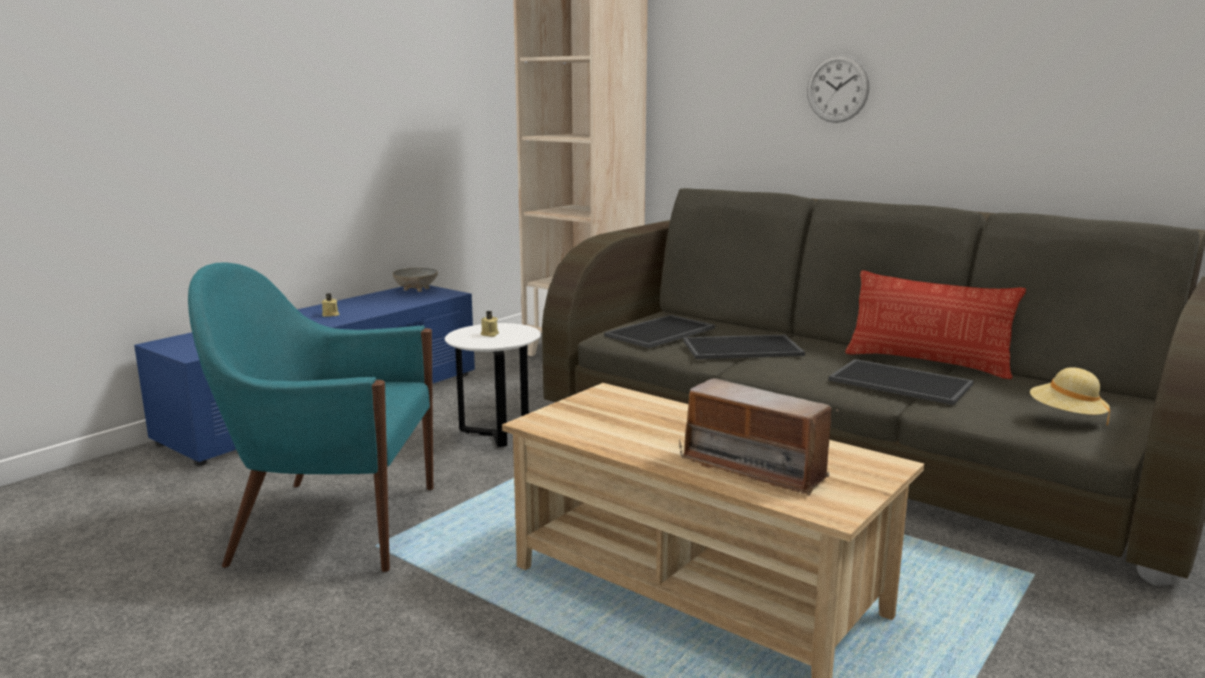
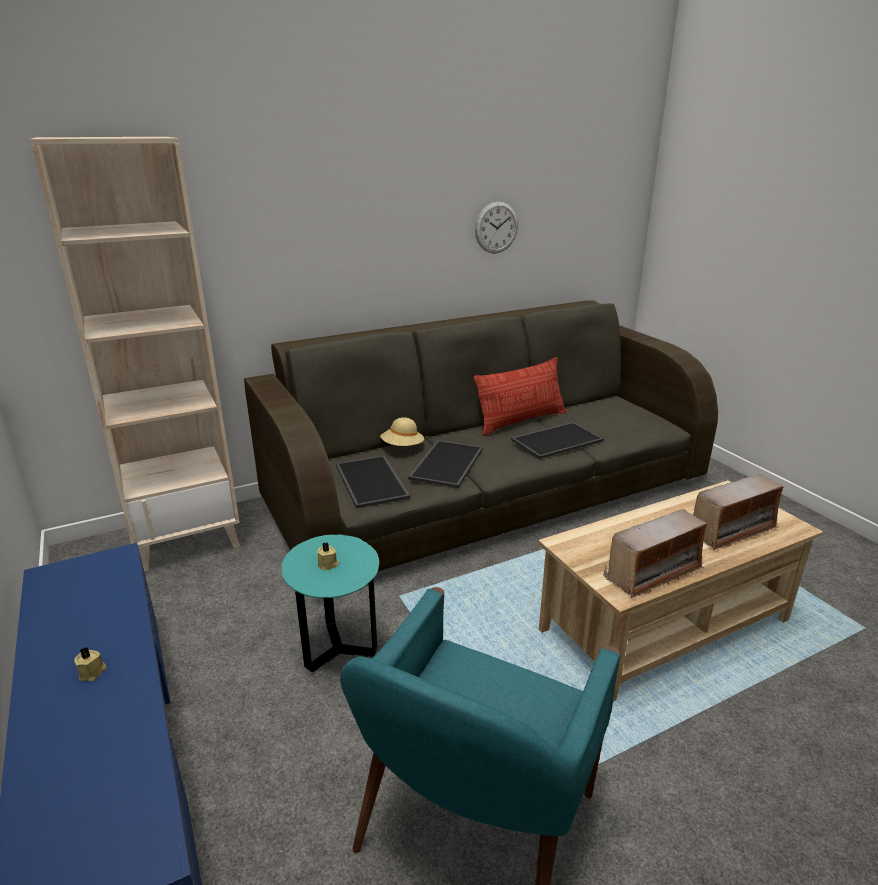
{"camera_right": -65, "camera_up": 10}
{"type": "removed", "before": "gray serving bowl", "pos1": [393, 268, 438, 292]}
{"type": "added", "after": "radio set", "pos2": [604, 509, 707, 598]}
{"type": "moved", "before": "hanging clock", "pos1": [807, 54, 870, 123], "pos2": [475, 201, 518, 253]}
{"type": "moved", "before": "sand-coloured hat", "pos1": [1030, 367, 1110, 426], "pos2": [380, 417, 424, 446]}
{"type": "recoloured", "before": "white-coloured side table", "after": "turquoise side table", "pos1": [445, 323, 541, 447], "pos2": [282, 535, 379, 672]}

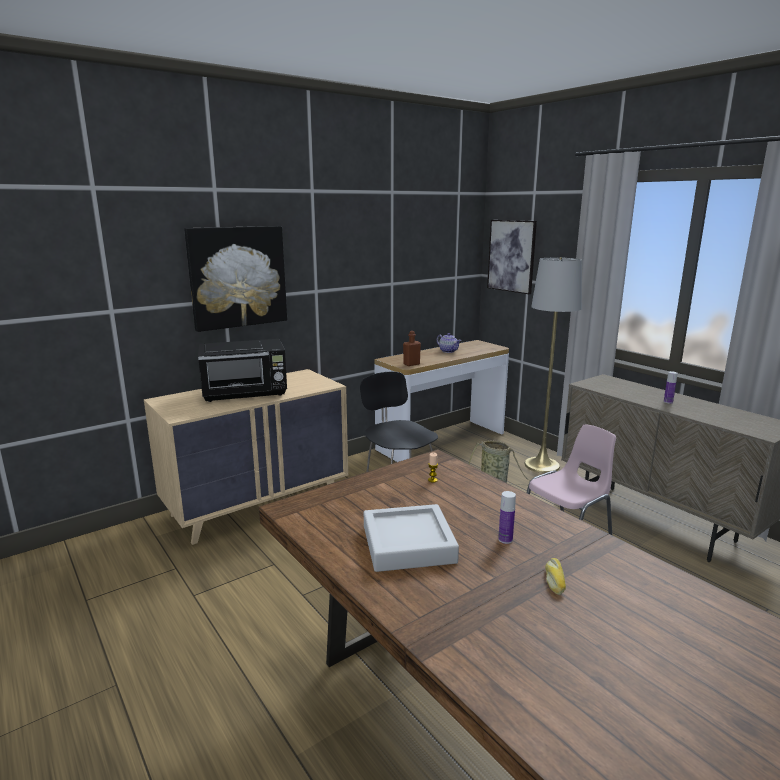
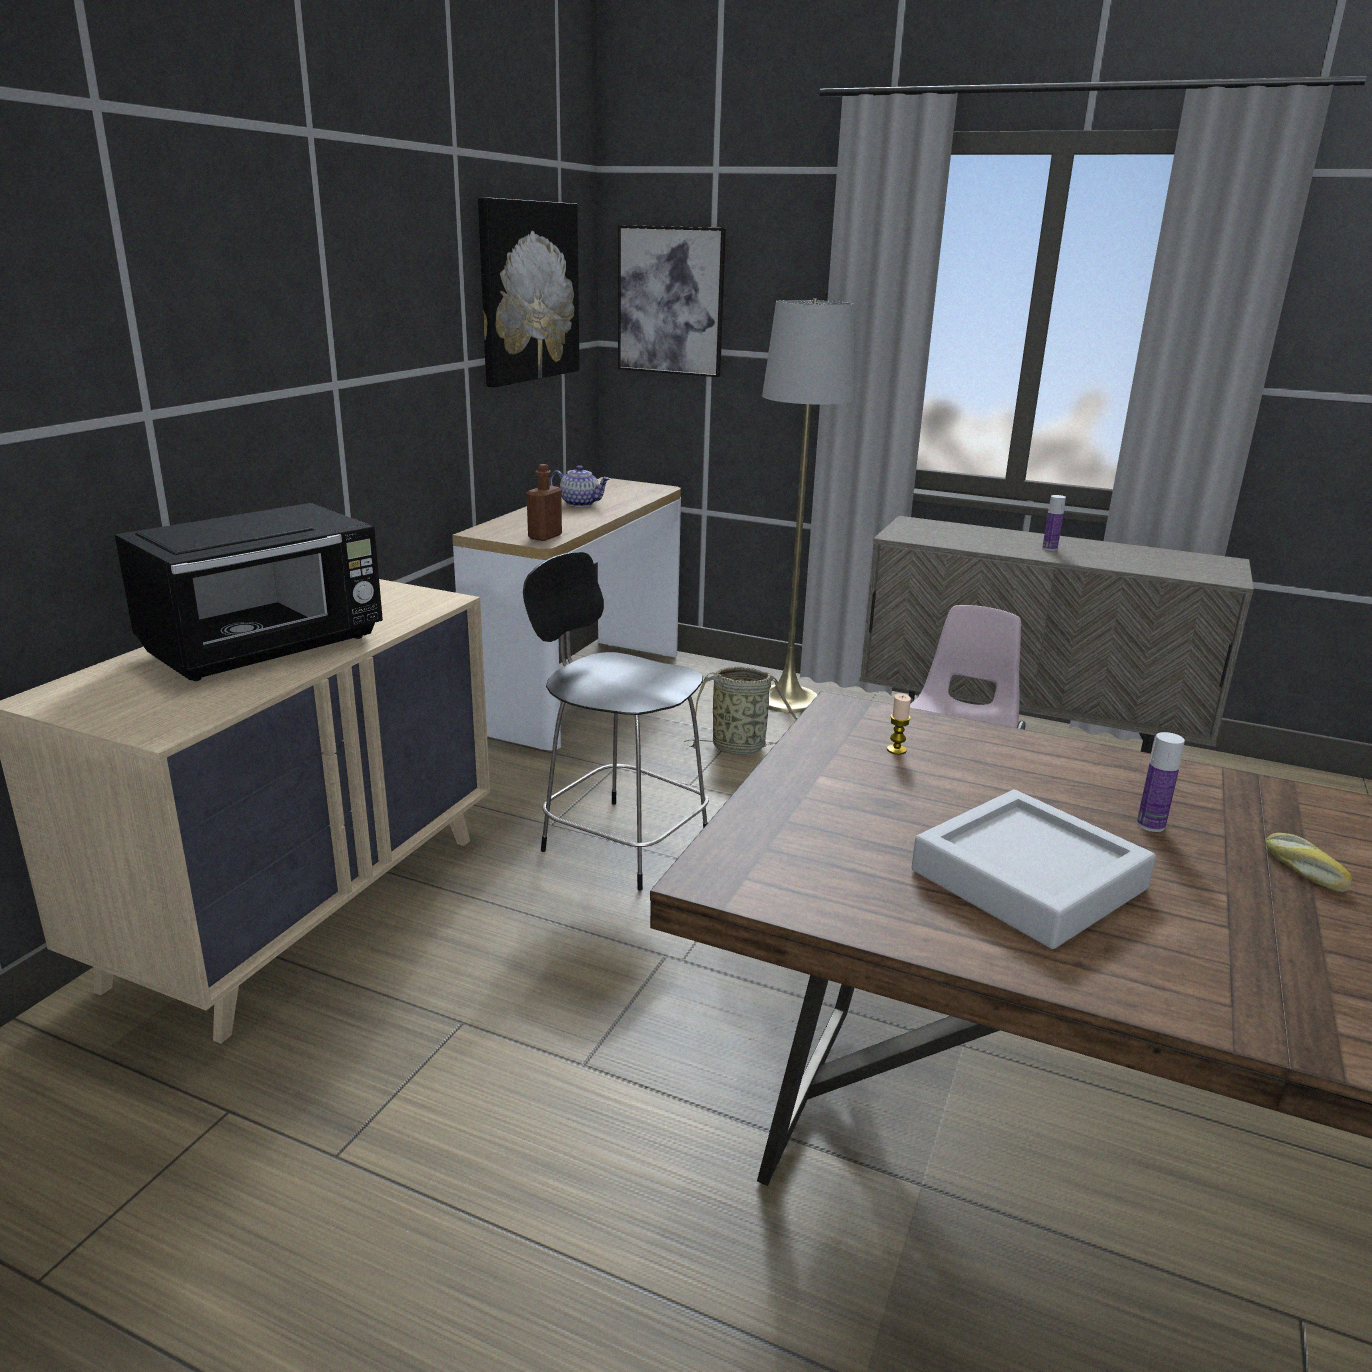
{"camera_right": -30, "camera_up": 5}
{"type": "moved", "before": "picture", "pos1": [184, 226, 287, 332], "pos2": [478, 197, 580, 388]}

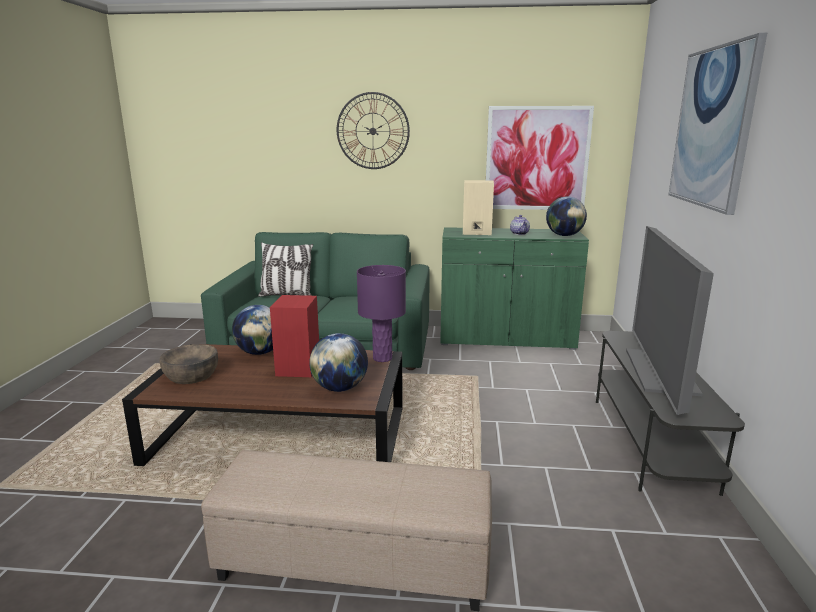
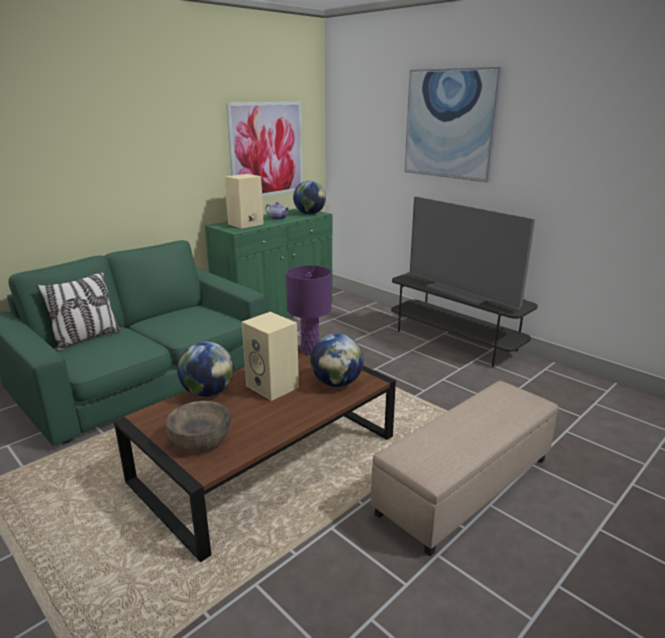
{"camera_right": -50, "camera_up": 5}
{"type": "removed", "before": "hanging clock", "pos1": [337, 92, 410, 169]}
{"type": "recoloured", "before": "red loudspeaker", "after": "sand-coloured loudspeaker", "pos1": [270, 295, 319, 377], "pos2": [242, 312, 299, 401]}

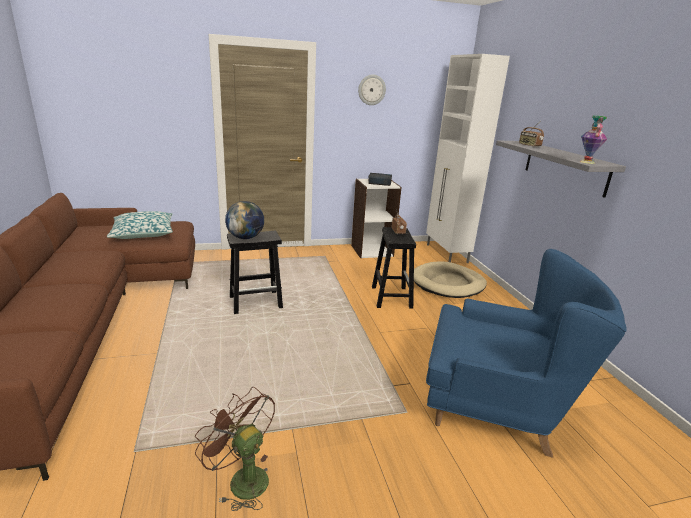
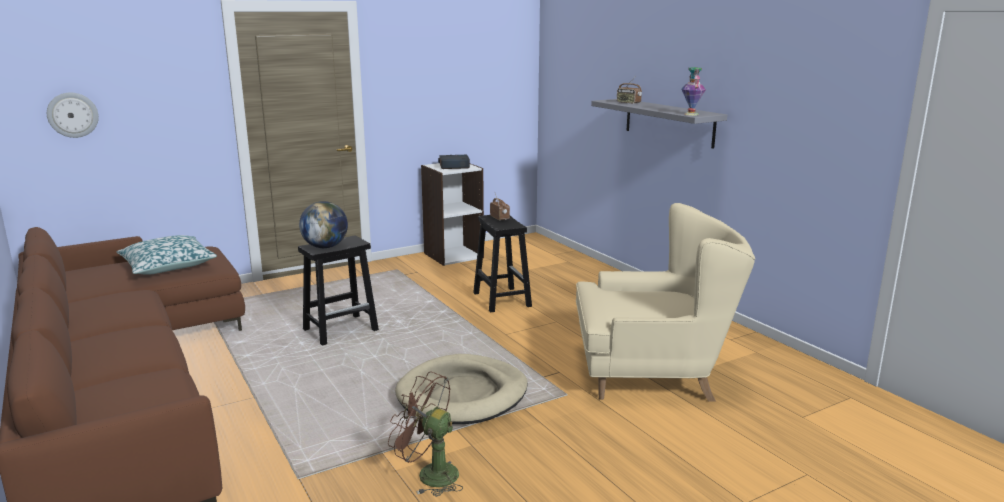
{"camera_right": -15, "camera_up": -5}
{"type": "removed", "before": "white-coloured cupboard", "pos1": [426, 54, 510, 263]}
{"type": "moved", "before": "hanging clock", "pos1": [358, 74, 386, 105], "pos2": [47, 93, 99, 138]}
{"type": "moved", "before": "sand-coloured dog bed", "pos1": [414, 261, 487, 298], "pos2": [395, 354, 528, 424]}
{"type": "recoloured", "before": "bluish lounge chair", "after": "sand-coloured lounge chair", "pos1": [426, 249, 627, 458], "pos2": [576, 203, 755, 402]}

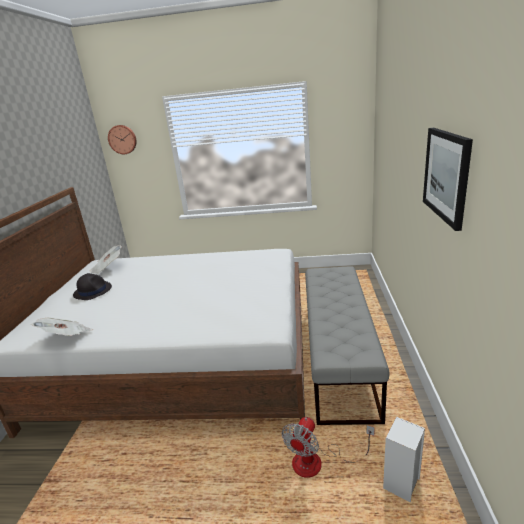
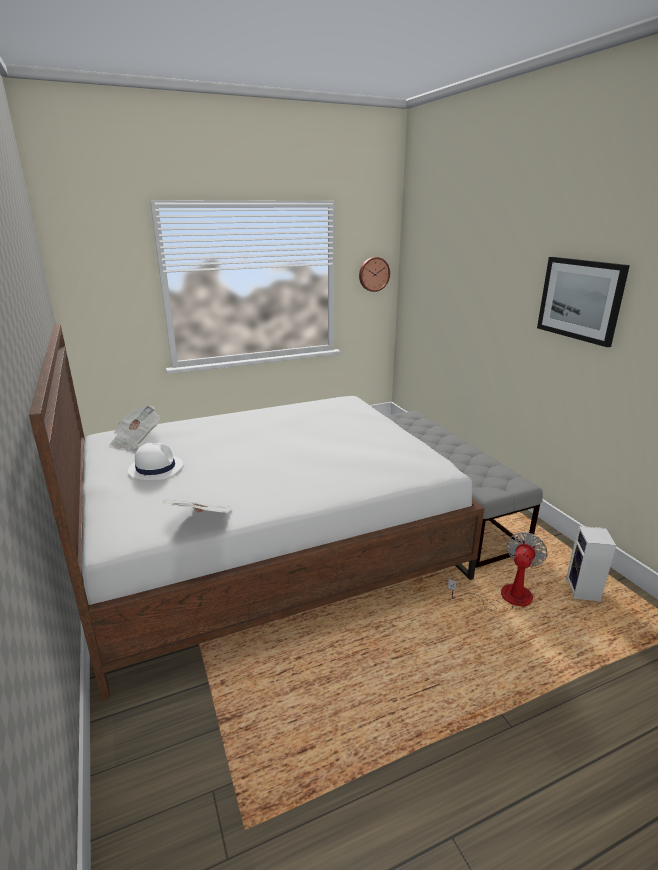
{"camera_right": -30, "camera_up": 0}
{"type": "moved", "before": "hanging clock", "pos1": [108, 125, 137, 154], "pos2": [359, 257, 390, 292]}
{"type": "recoloured", "before": "black hat", "after": "white-coloured hat", "pos1": [73, 273, 112, 300], "pos2": [128, 443, 183, 480]}
{"type": "turned", "before": "fan", "pos1": [282, 417, 375, 478], "pos2": [447, 532, 548, 610], "turn": -150}

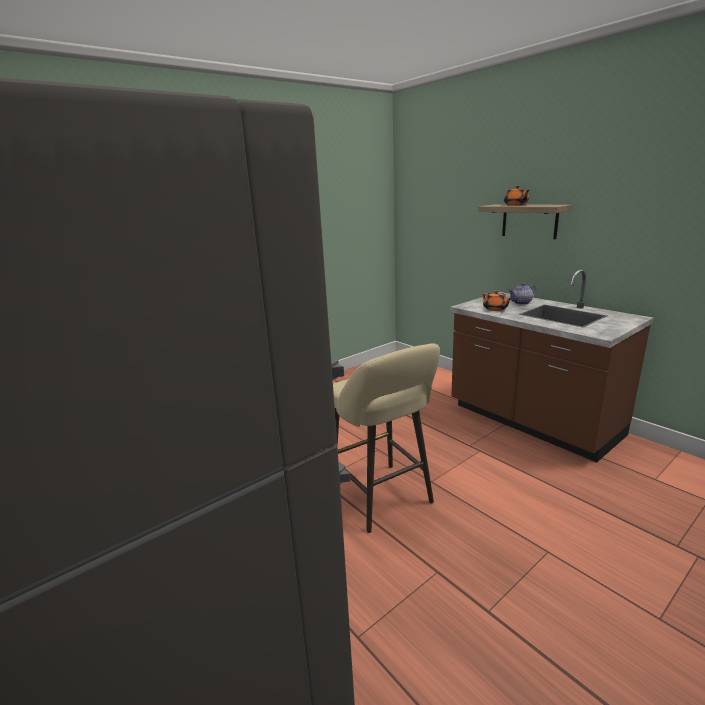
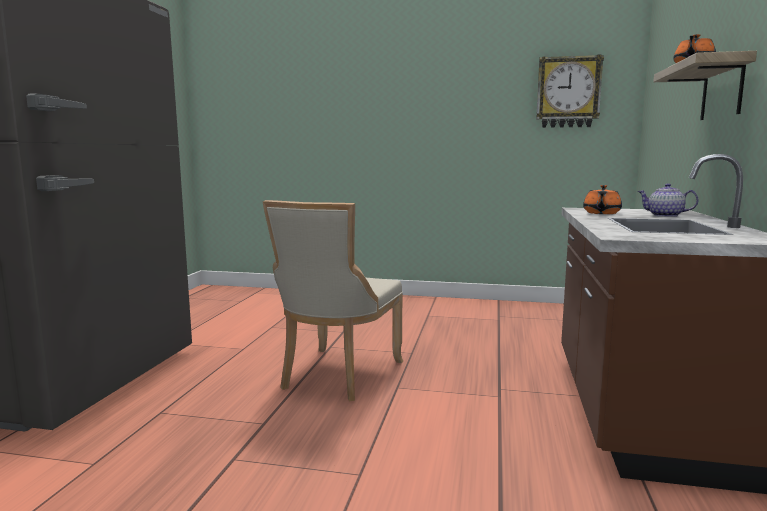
{"camera_right": 50, "camera_up": -10}
{"type": "added", "after": "hanging clock", "pos2": [536, 54, 604, 128]}
{"type": "replaced", "before": "sand-coloured sitting stool", "after": "sand-coloured plain chair", "pos1": [333, 343, 440, 533], "pos2": [263, 200, 403, 401]}

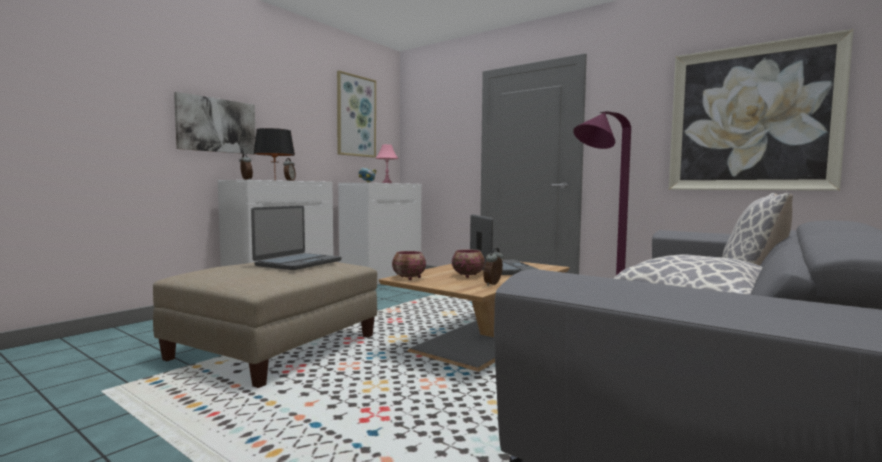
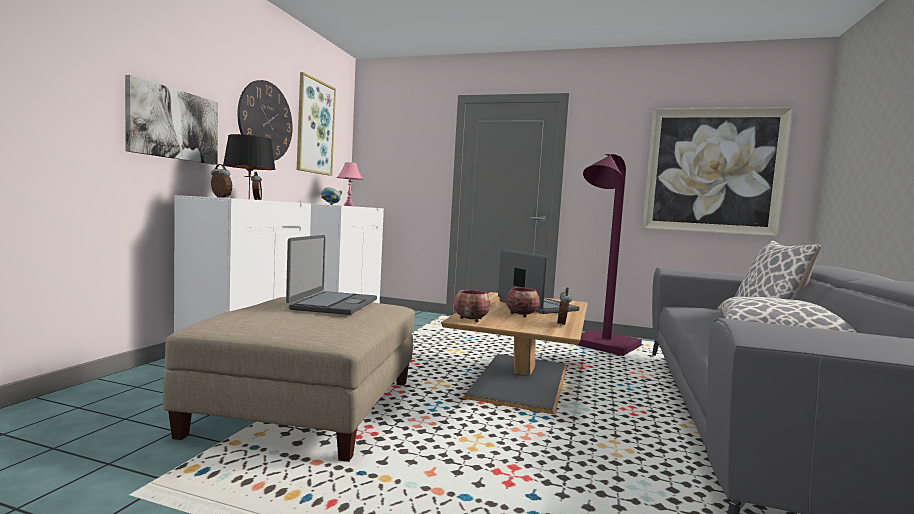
{"camera_right": -20, "camera_up": 0}
{"type": "added", "after": "hanging clock", "pos2": [237, 80, 292, 161]}

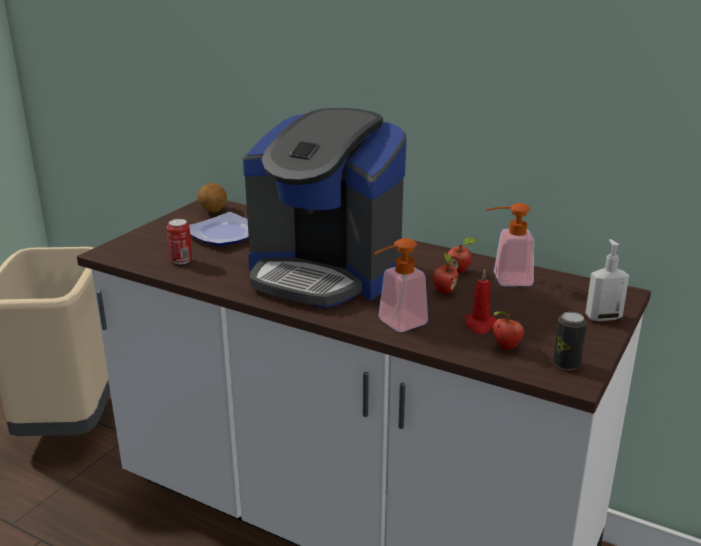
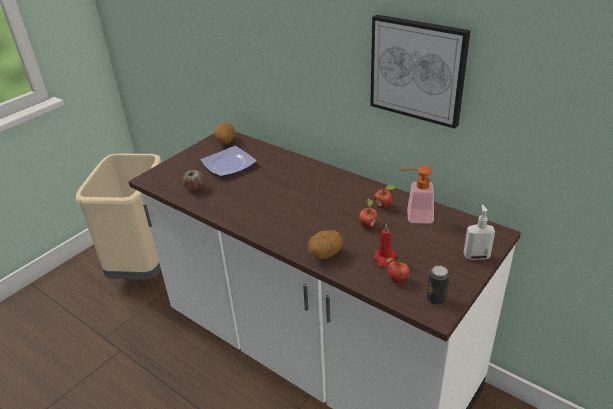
{"camera_right": 10, "camera_up": 10}
{"type": "removed", "before": "coffee machine", "pos1": [243, 108, 406, 308]}
{"type": "added", "after": "picture", "pos2": [370, 15, 470, 129]}
{"type": "replaced", "before": "can", "after": "apple", "pos1": [167, 219, 192, 264], "pos2": [182, 170, 204, 191]}
{"type": "replaced", "before": "liquid soap bottle", "after": "whole potato", "pos1": [374, 238, 428, 332], "pos2": [308, 230, 343, 259]}

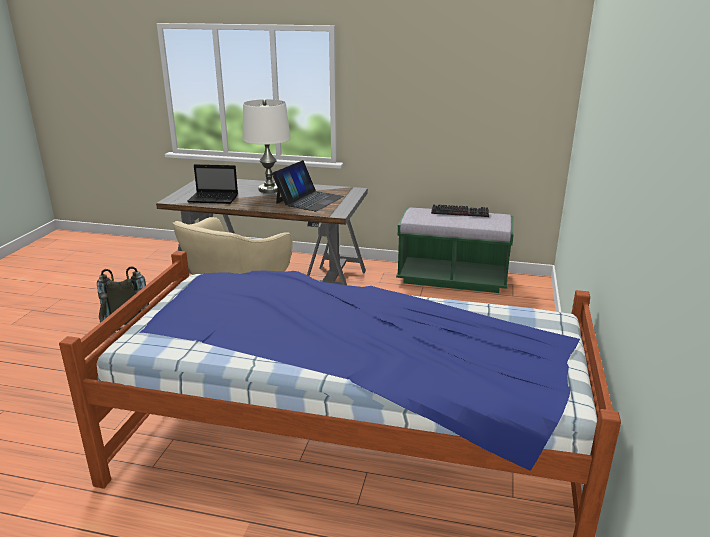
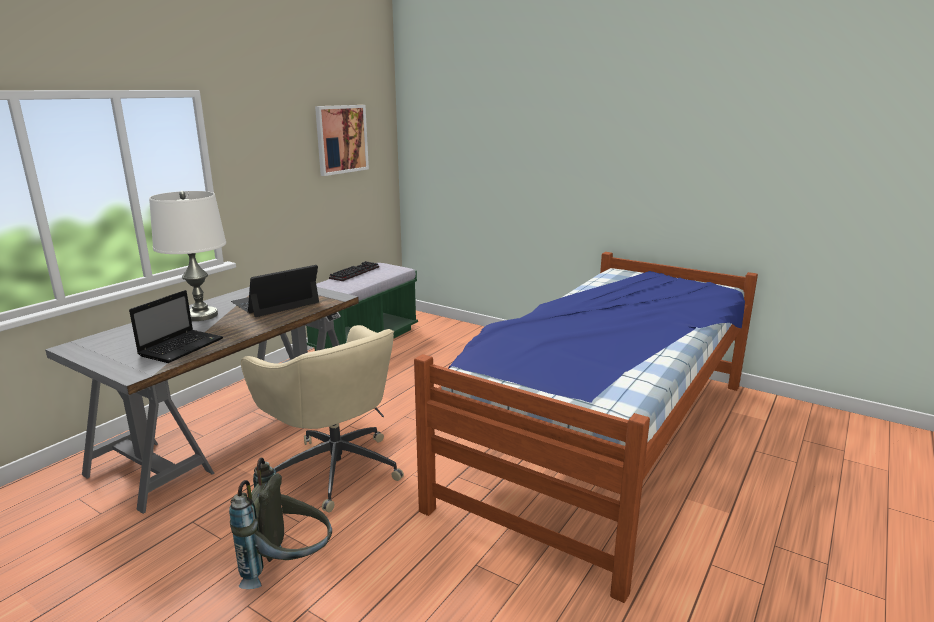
{"camera_right": -70, "camera_up": -5}
{"type": "added", "after": "picture", "pos2": [315, 105, 369, 176]}
{"type": "turned", "before": "laptop", "pos1": [272, 160, 344, 211], "pos2": [231, 265, 319, 317], "turn": -90}

